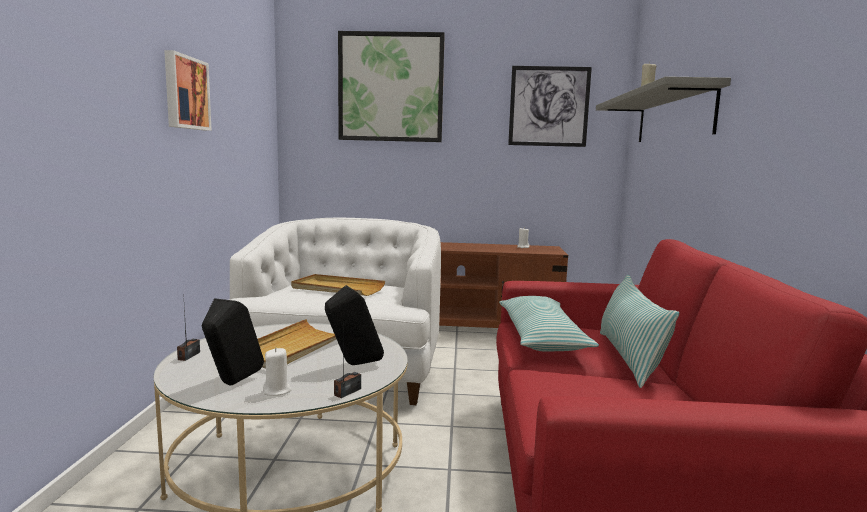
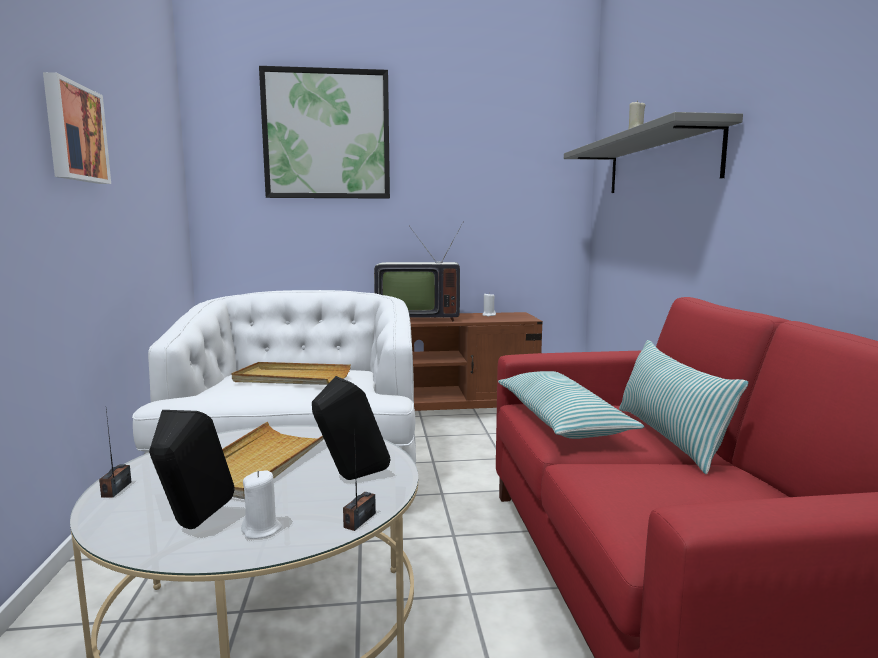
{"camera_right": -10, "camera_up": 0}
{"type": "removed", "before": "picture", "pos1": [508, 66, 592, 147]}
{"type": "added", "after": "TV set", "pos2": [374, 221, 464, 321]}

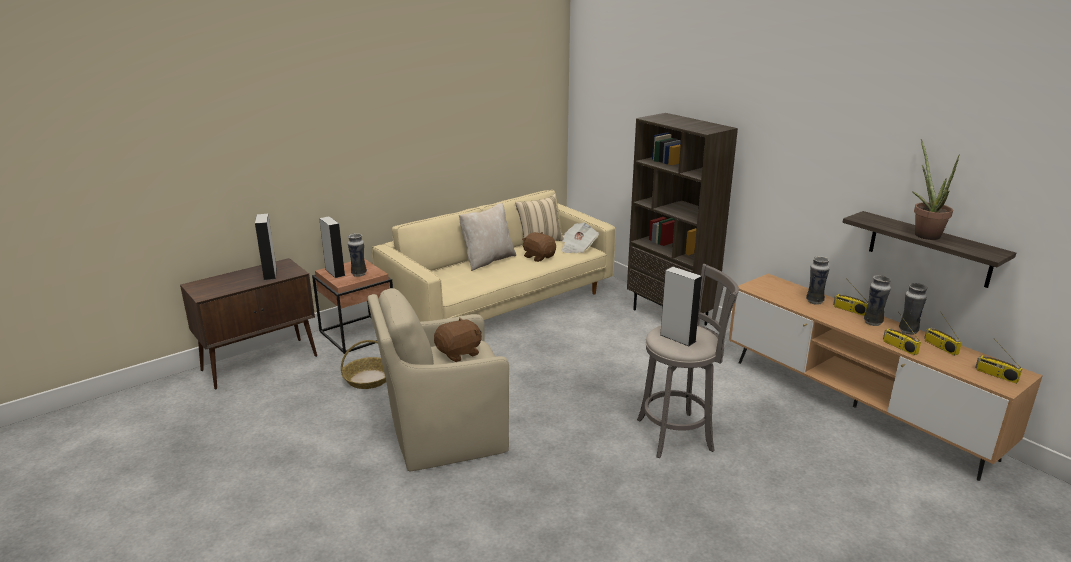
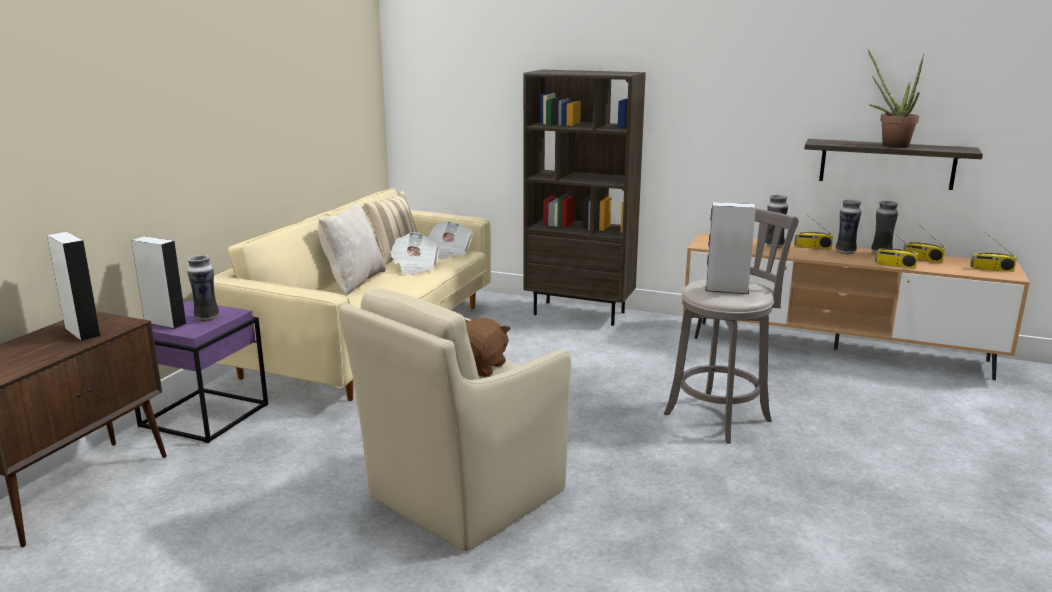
{"camera_right": -30, "camera_up": -5}
{"type": "removed", "before": "storage basket", "pos1": [341, 340, 386, 389]}
{"type": "replaced", "before": "brownish cuddly toy", "after": "printed paper", "pos1": [522, 232, 556, 262], "pos2": [390, 232, 440, 275]}
{"type": "recoloured", "before": "brownish side table", "after": "purple side table", "pos1": [312, 259, 393, 354], "pos2": [135, 301, 268, 443]}

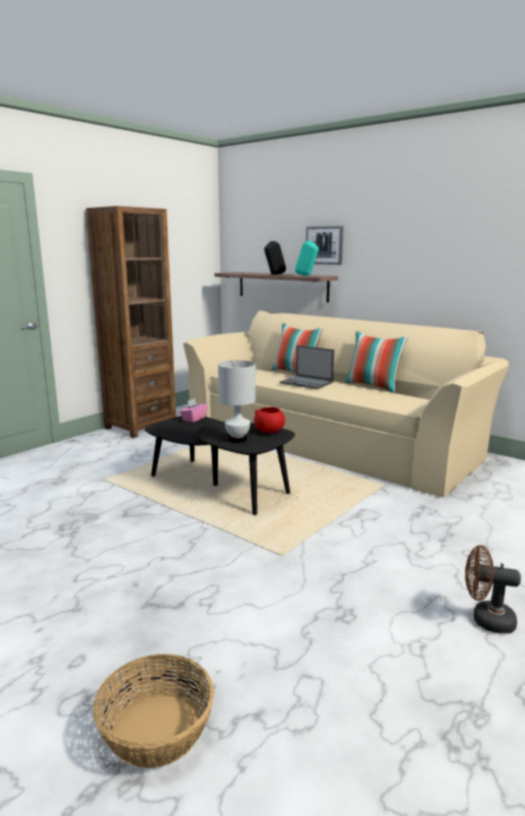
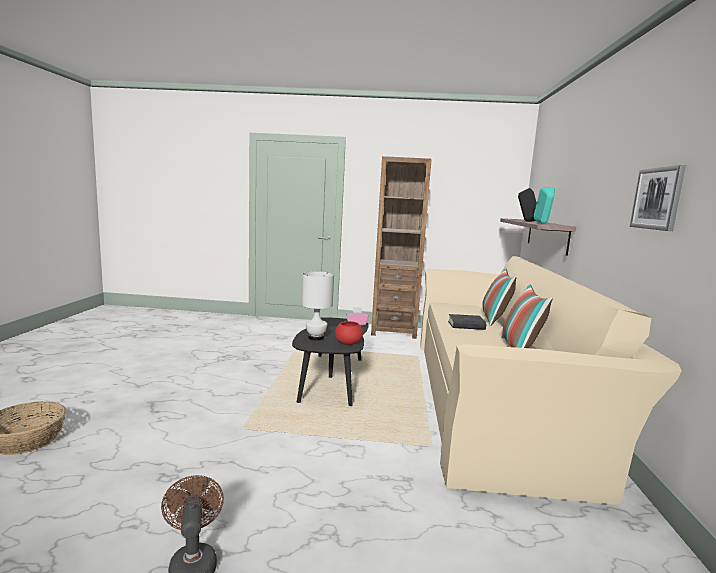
{"camera_right": 55, "camera_up": -5}
{"type": "moved", "before": "picture", "pos1": [306, 226, 343, 265], "pos2": [629, 165, 686, 231]}
{"type": "replaced", "before": "laptop", "after": "black bound book", "pos1": [280, 345, 334, 389], "pos2": [448, 314, 486, 330]}

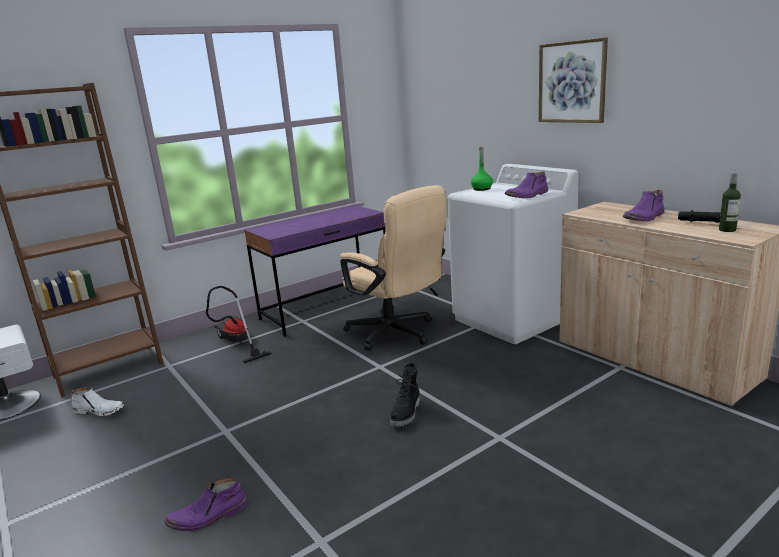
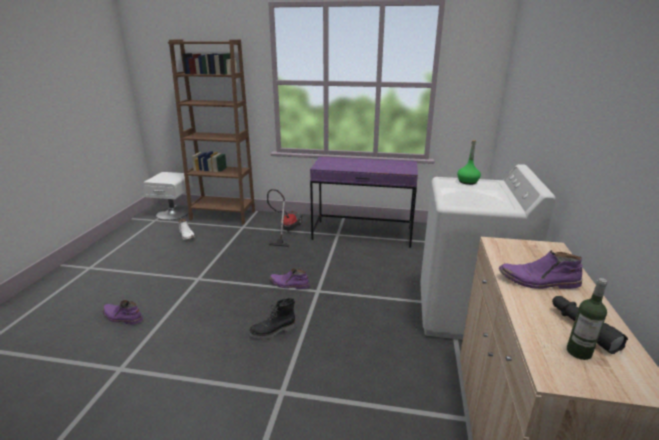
{"camera_right": 45, "camera_up": 5}
{"type": "removed", "before": "sand-coloured computer chair", "pos1": [340, 185, 447, 351]}
{"type": "removed", "before": "picture", "pos1": [539, 37, 608, 123]}
{"type": "moved", "before": "purple tall boot", "pos1": [505, 171, 548, 198], "pos2": [269, 268, 310, 289]}

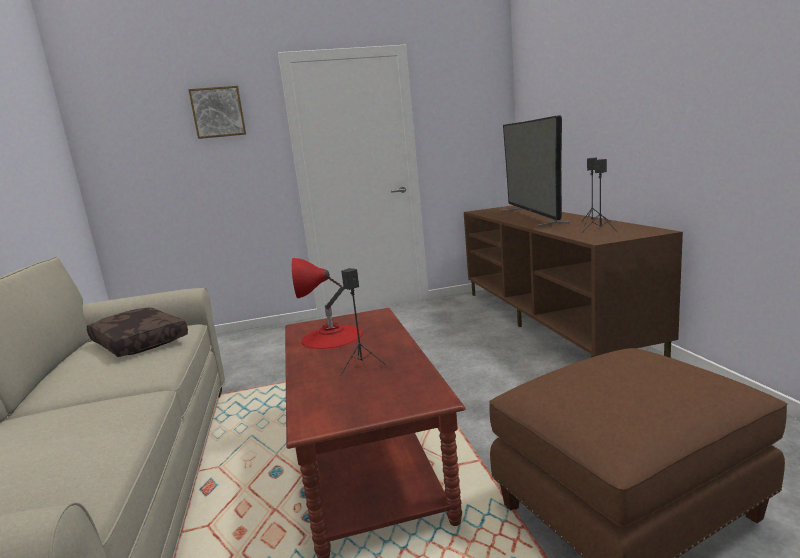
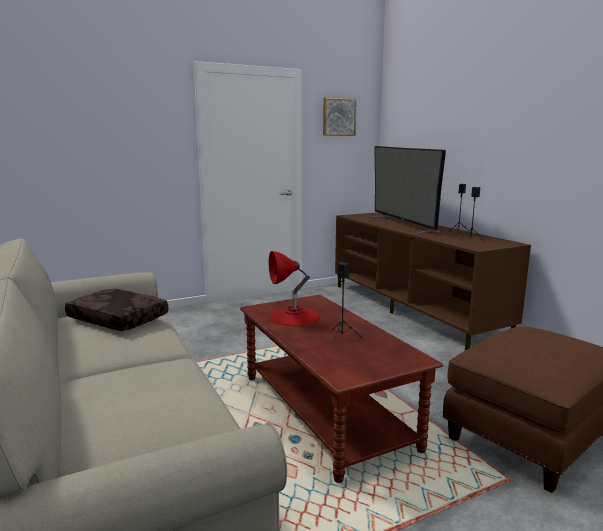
{"camera_right": -15, "camera_up": 0}
{"type": "moved", "before": "picture", "pos1": [188, 86, 246, 139], "pos2": [323, 97, 357, 136]}

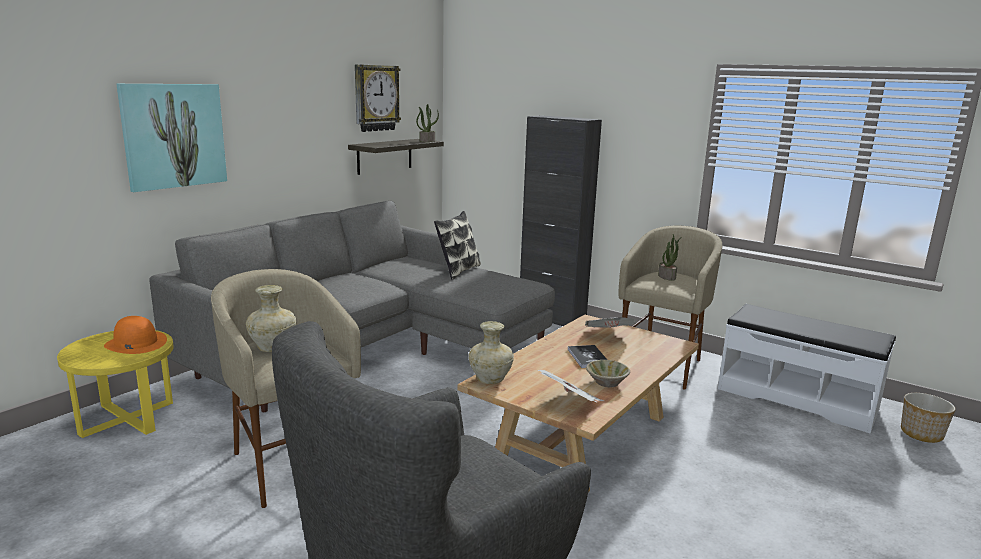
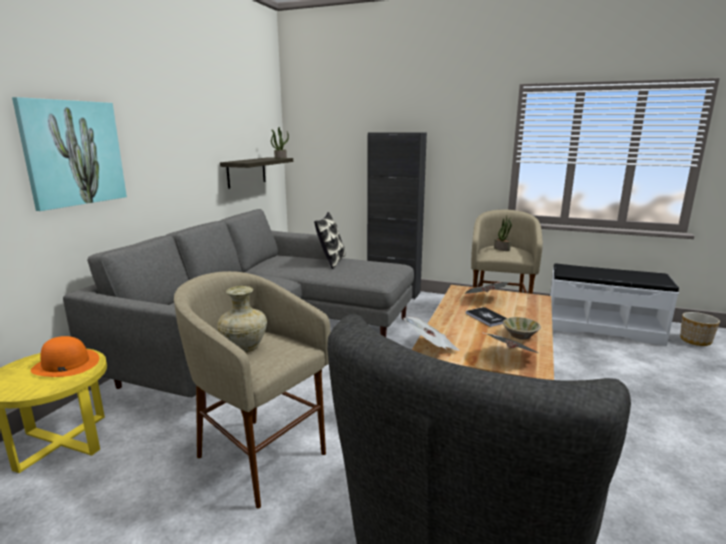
{"camera_right": -15, "camera_up": 0}
{"type": "removed", "before": "hanging clock", "pos1": [355, 64, 401, 132]}
{"type": "replaced", "before": "sand-coloured decorative vase", "after": "printed paper", "pos1": [469, 321, 514, 384], "pos2": [403, 317, 460, 351]}

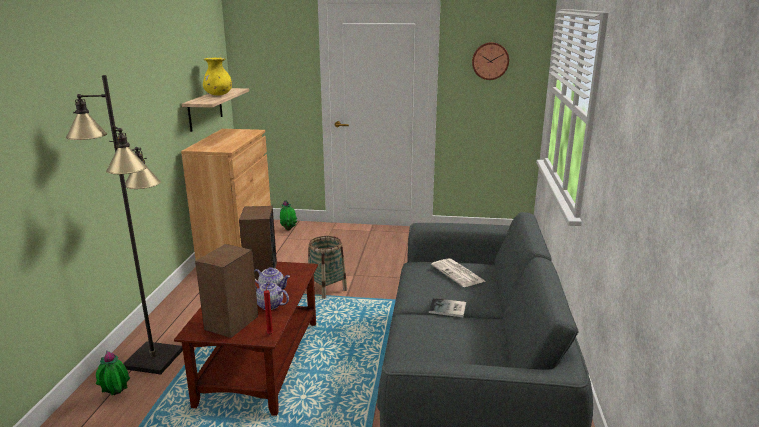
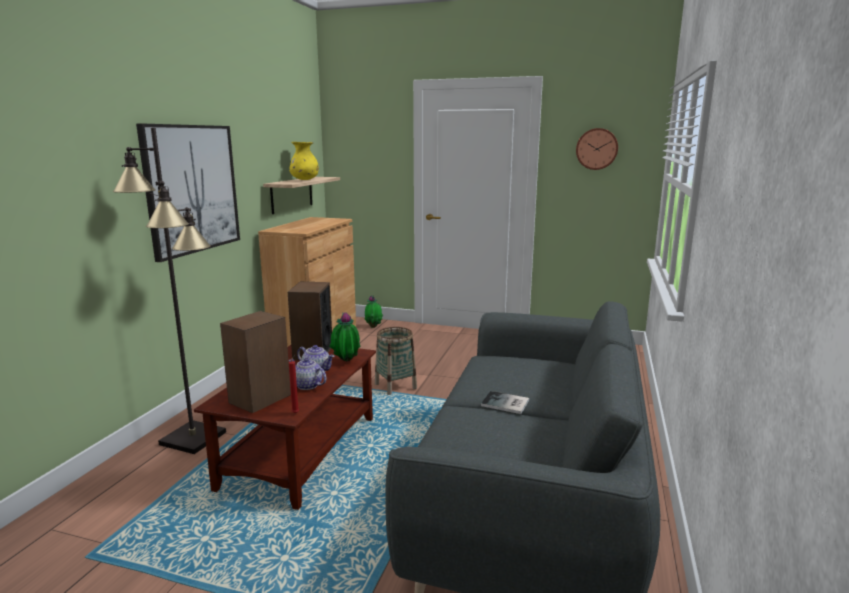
{"camera_right": 10, "camera_up": -5}
{"type": "removed", "before": "printed paper", "pos1": [431, 258, 485, 287]}
{"type": "added", "after": "picture", "pos2": [136, 123, 240, 262]}
{"type": "moved", "before": "houseplant", "pos1": [96, 350, 130, 395], "pos2": [329, 312, 360, 362]}

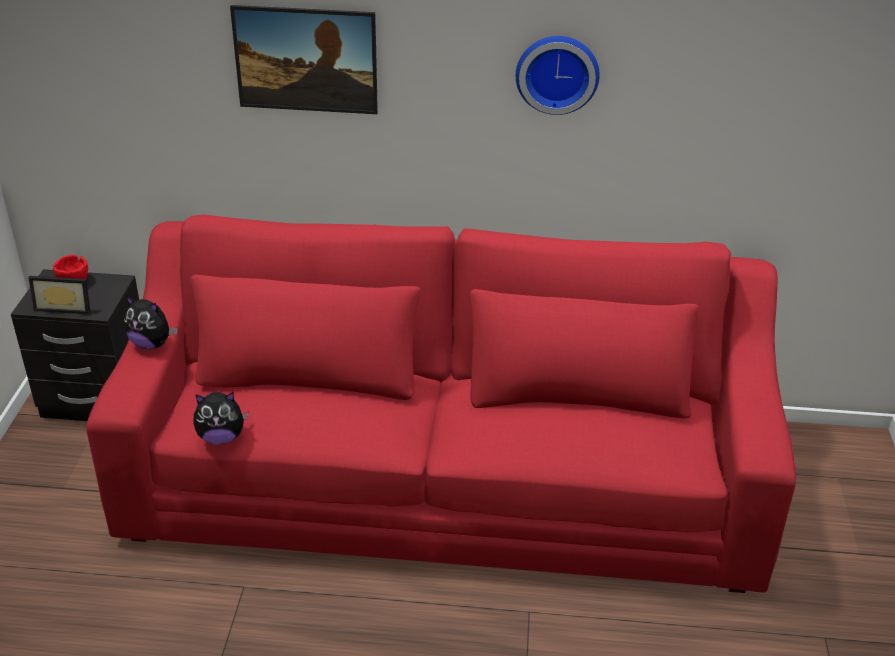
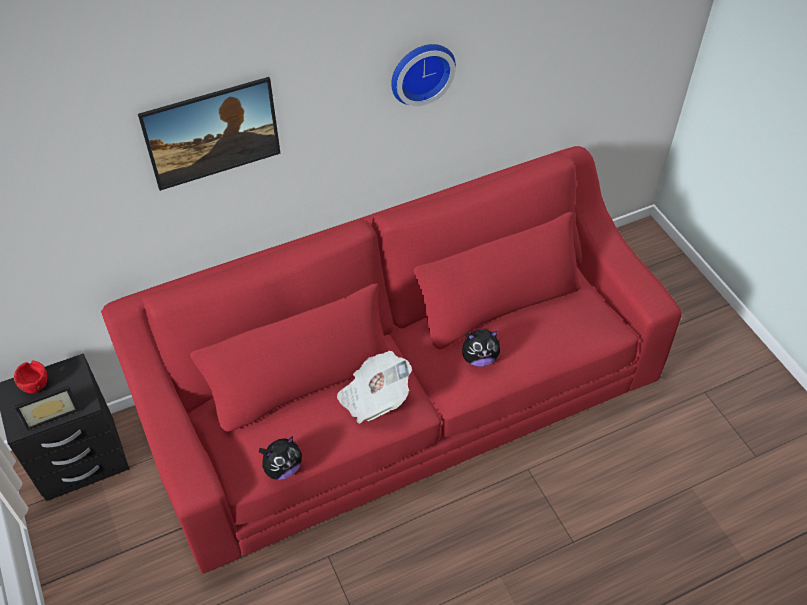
{"camera_right": -30, "camera_up": 15}
{"type": "added", "after": "printed paper", "pos2": [337, 351, 412, 424]}
{"type": "moved", "before": "cuddly toy", "pos1": [124, 296, 177, 349], "pos2": [462, 330, 500, 367]}

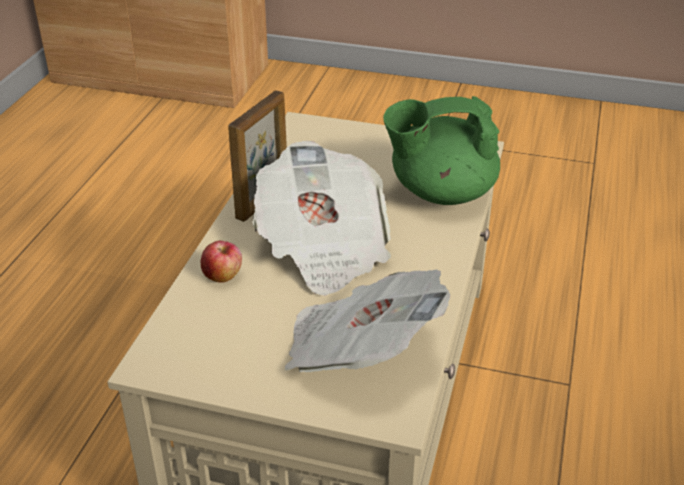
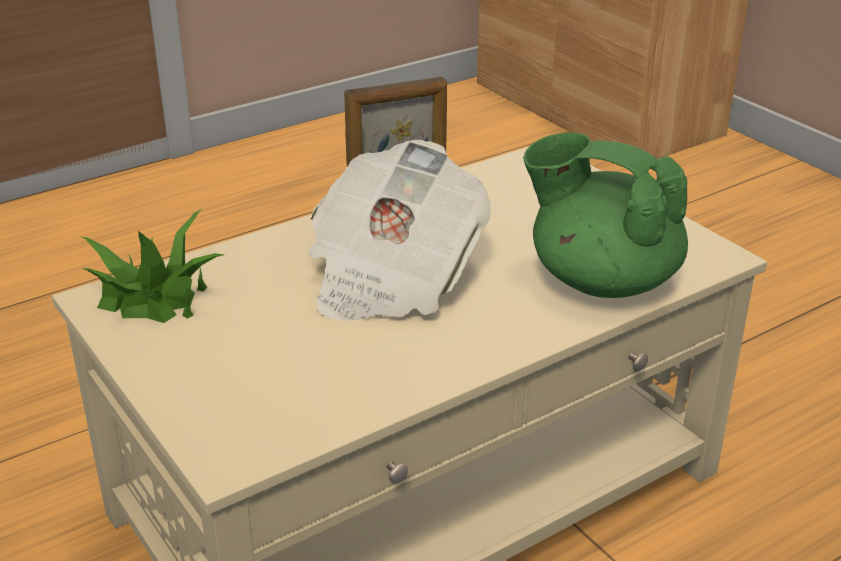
{"camera_right": 40, "camera_up": -5}
{"type": "removed", "before": "apple", "pos1": [201, 241, 242, 283]}
{"type": "removed", "before": "printed paper", "pos1": [285, 270, 450, 372]}
{"type": "added", "after": "houseplant", "pos2": [82, 209, 226, 323]}

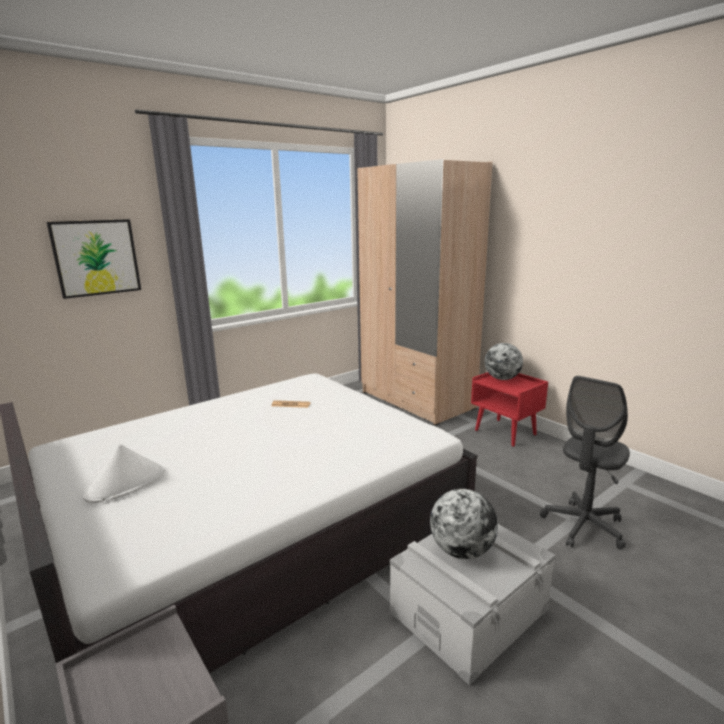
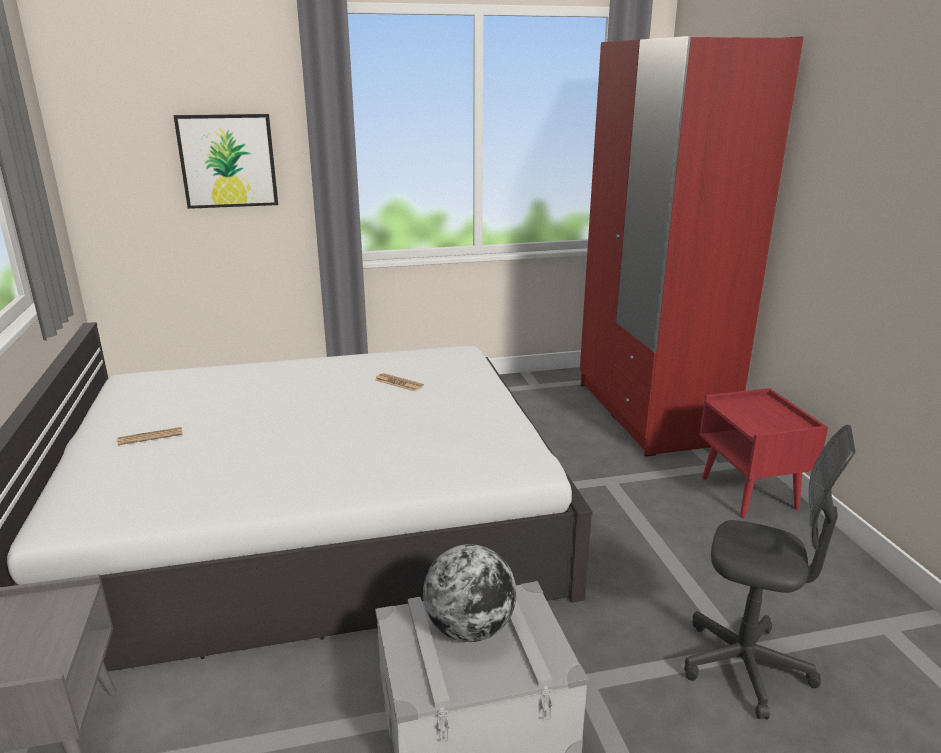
{"camera_right": 25, "camera_up": 5}
{"type": "removed", "before": "globe", "pos1": [485, 343, 523, 380]}
{"type": "replaced", "before": "white-coloured hat", "after": "printed paper", "pos1": [83, 444, 165, 503], "pos2": [118, 427, 182, 445]}
{"type": "recoloured", "before": "sand-coloured armoire", "after": "red armoire", "pos1": [357, 159, 492, 425], "pos2": [580, 36, 804, 457]}
{"type": "turned", "before": "gray computer chair", "pos1": [540, 376, 630, 550], "pos2": [684, 425, 856, 720], "turn": -135}

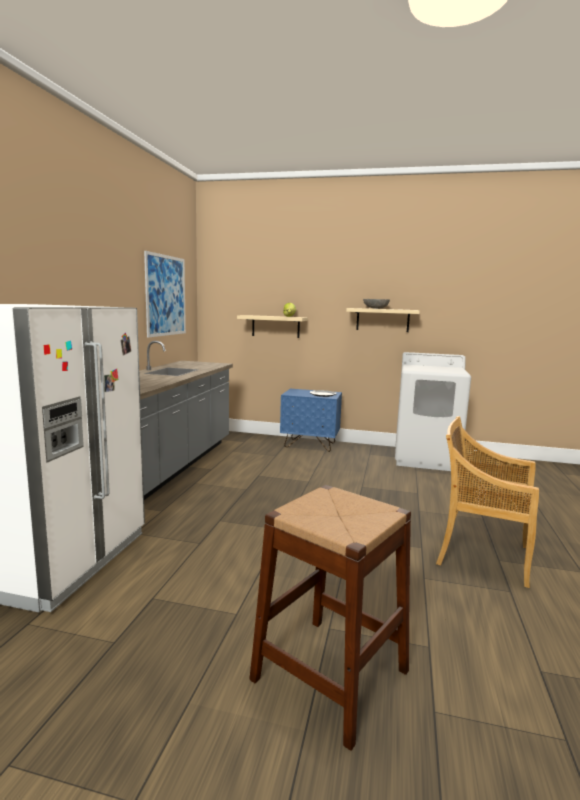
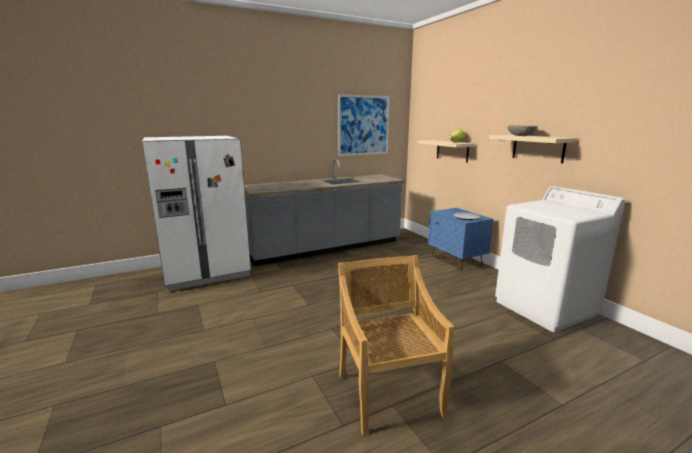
{"camera_right": 50, "camera_up": 5}
{"type": "removed", "before": "brownish sitting stool", "pos1": [249, 485, 411, 751]}

